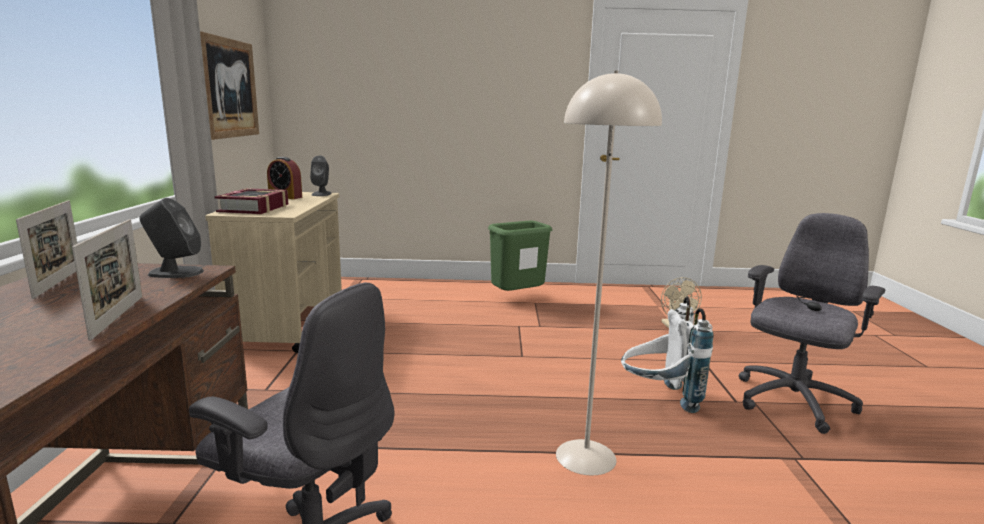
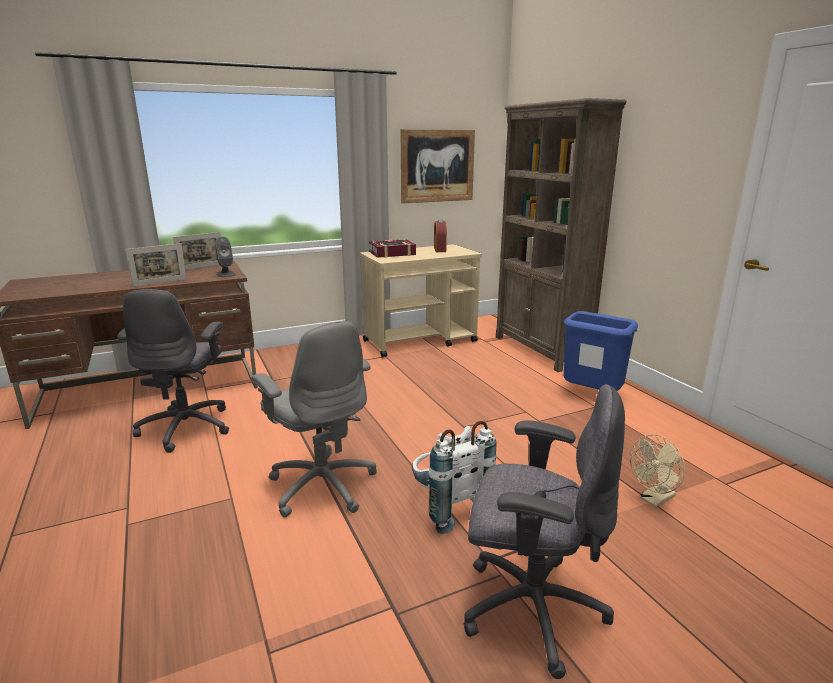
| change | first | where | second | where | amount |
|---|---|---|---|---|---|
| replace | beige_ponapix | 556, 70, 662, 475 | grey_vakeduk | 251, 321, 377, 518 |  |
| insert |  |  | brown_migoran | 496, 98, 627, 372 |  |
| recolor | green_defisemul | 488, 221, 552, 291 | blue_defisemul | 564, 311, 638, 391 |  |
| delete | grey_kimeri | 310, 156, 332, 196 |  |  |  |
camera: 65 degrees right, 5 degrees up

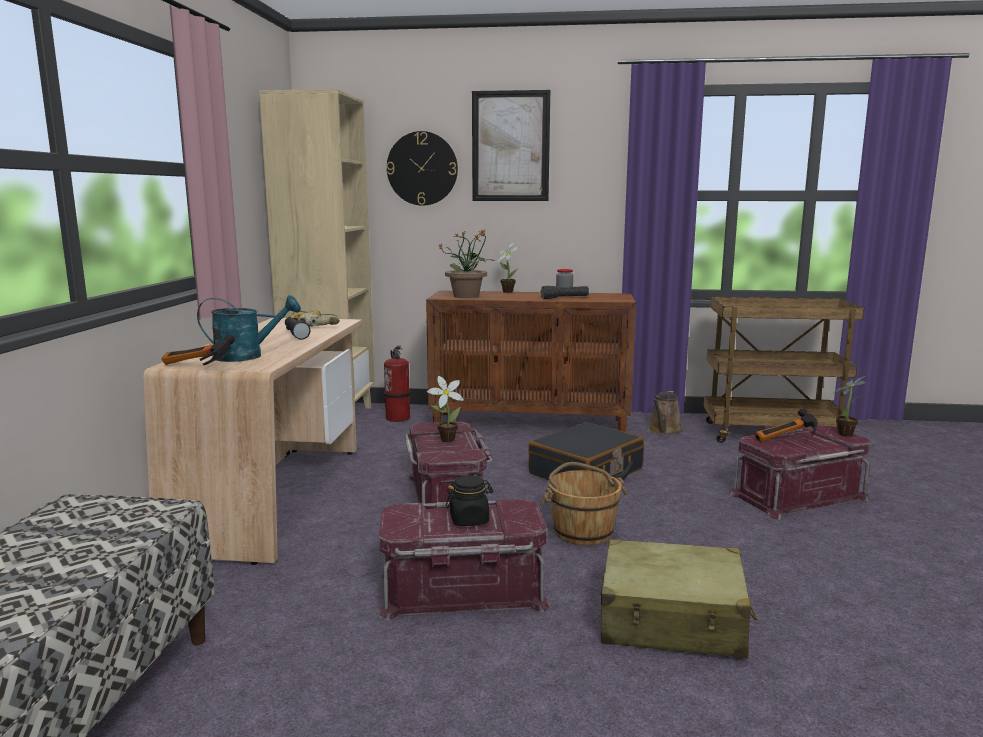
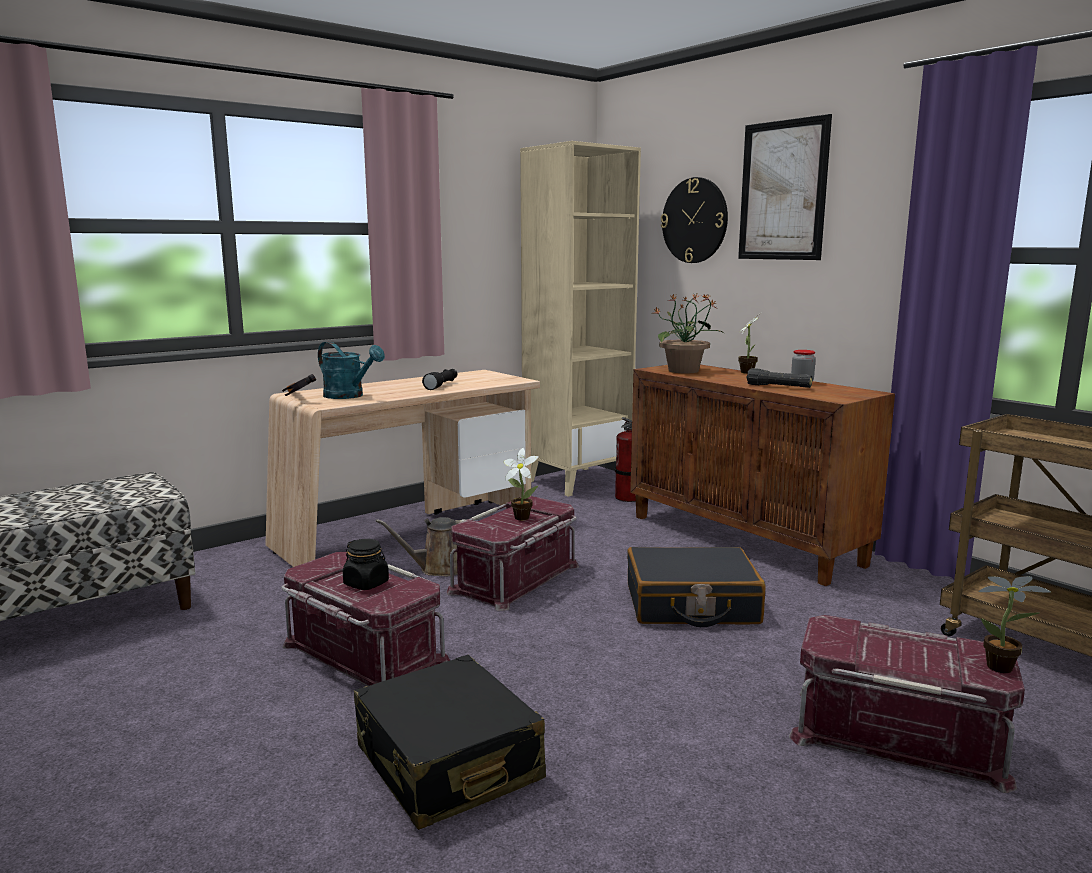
| change | first | where | second | where | amount |
|---|---|---|---|---|---|
| recolor | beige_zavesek | 601, 539, 757, 658 | black_zavesek | 354, 655, 546, 830 |  |
| move | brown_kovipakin | 648, 391, 683, 435 |  | 376, 517, 467, 577 |  |
| delete | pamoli | 289, 311, 340, 326 |  |  |  |
| delete | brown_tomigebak | 540, 462, 628, 545 |  |  |  |
| delete | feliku | 755, 409, 818, 442 |  |  |  |
camera: 45 degrees right, 0 degrees up

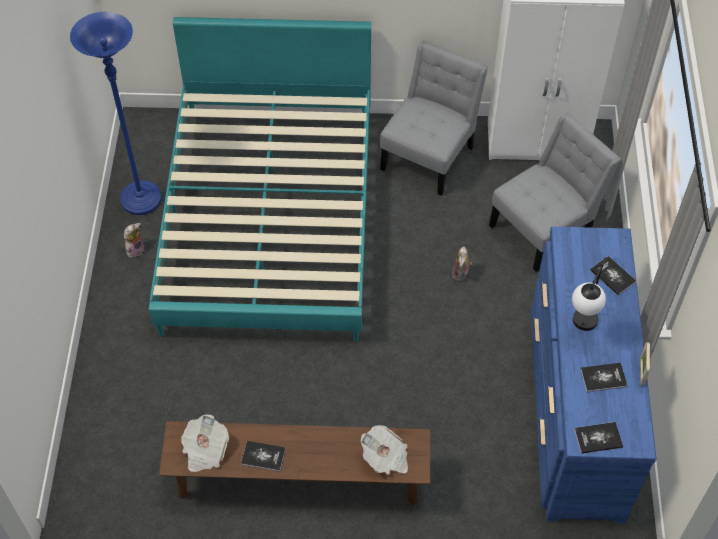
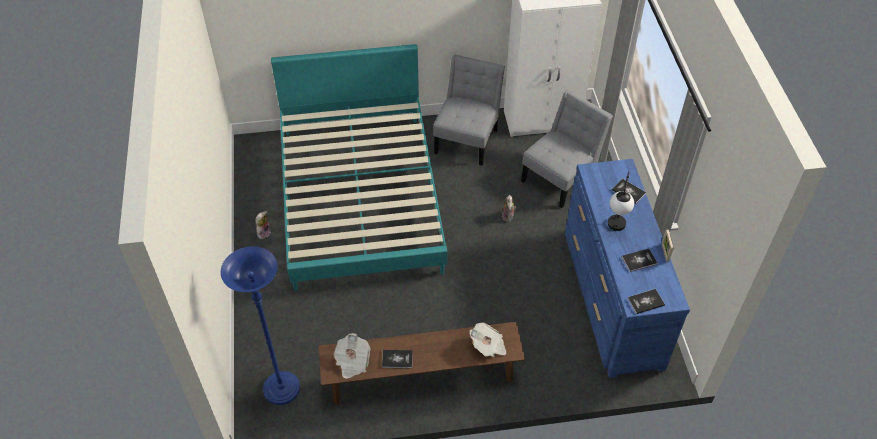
| change | first | where | second | where | amount |
|---|---|---|---|---|---|
| move | blue_ponapix | 70, 12, 162, 215 |  | 221, 246, 300, 405 |  |
camera: 10 degrees left, 5 degrees down

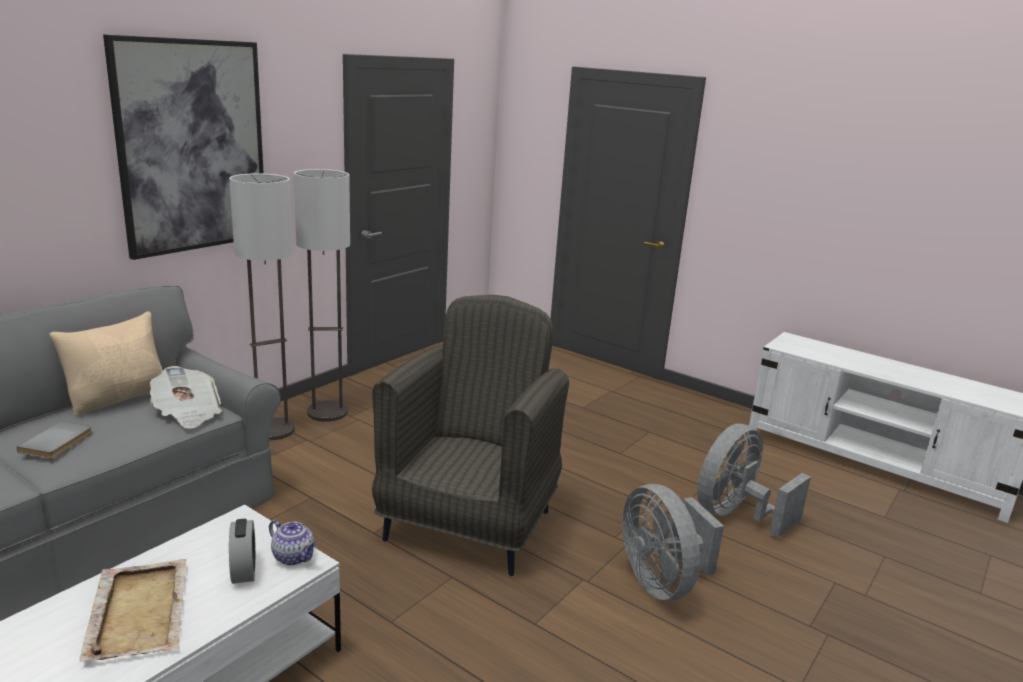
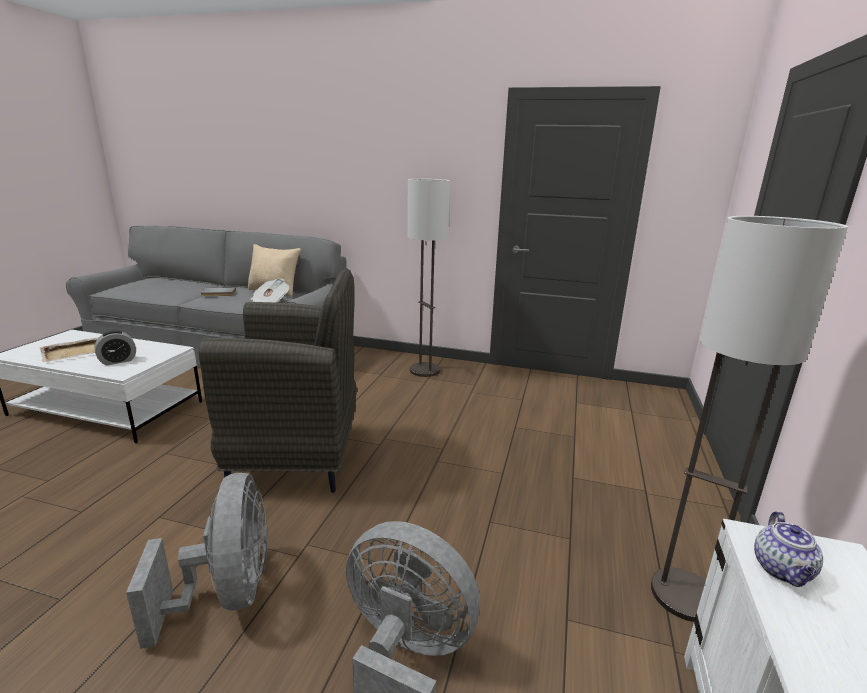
| change | first | where | second | where | amount |
|---|---|---|---|---|---|
| rotate | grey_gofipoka | 622, 484, 724, 600 |  | 126, 473, 268, 649 | 120 degrees clockwise |
| move | ponapix | 229, 173, 295, 440 |  | 651, 216, 848, 622 |  |
| move | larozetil | 269, 520, 317, 565 |  | 754, 511, 823, 587 |  |
| delete | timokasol | 103, 34, 264, 260 |  |  |  |
camera: 70 degrees right, 0 degrees up

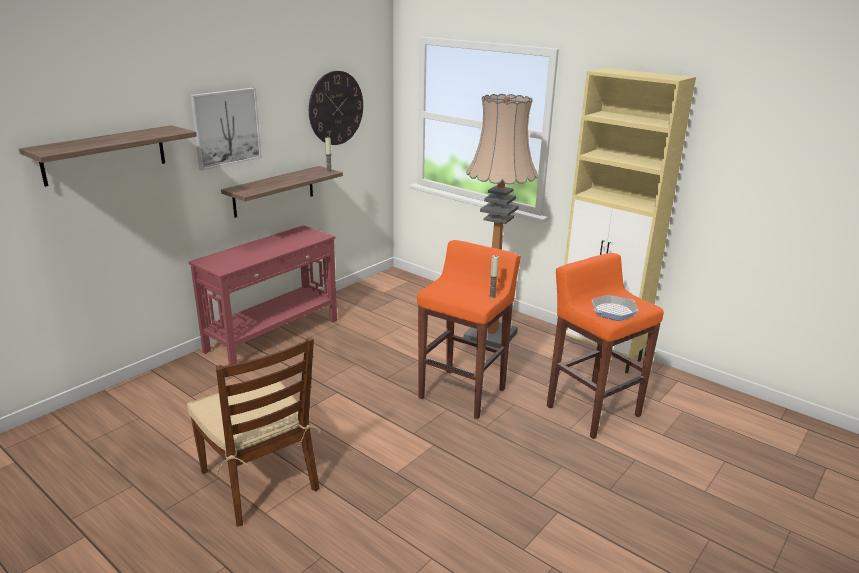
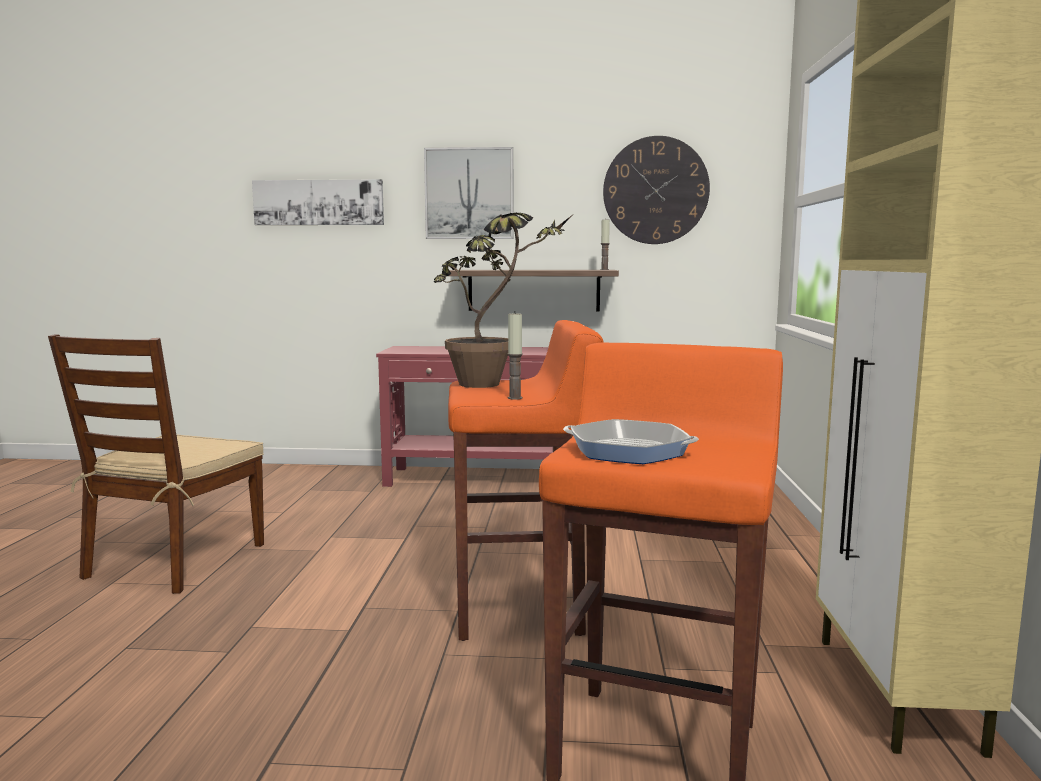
| change | first | where | second | where | amount |
|---|---|---|---|---|---|
| replace | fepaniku | 19, 125, 197, 187 | timokasol | 252, 179, 384, 225 |  |
| insert |  |  | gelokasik | 434, 213, 571, 388 |  |
| delete | ponapix | 464, 94, 538, 348 |  |  |  |
camera: 55 degrees right, 15 degrees down

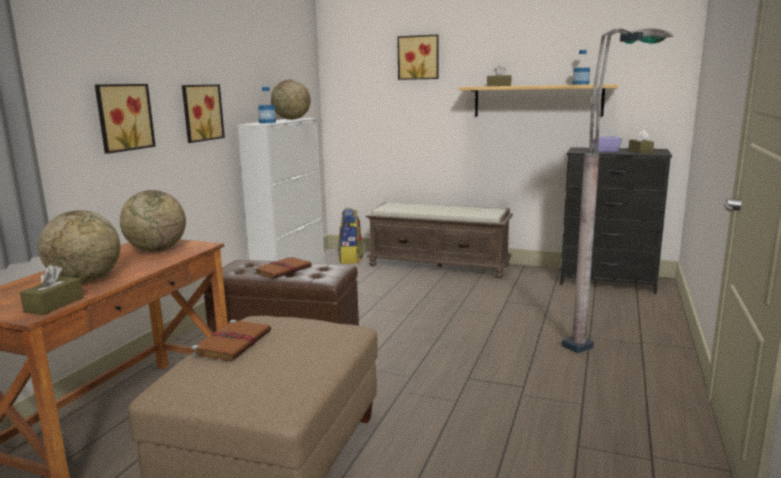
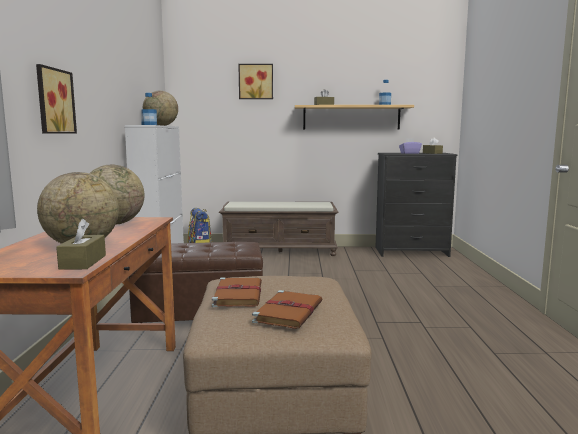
| change | first | where | second | where | amount |
|---|---|---|---|---|---|
| move | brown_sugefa | 253, 256, 312, 279 |  | 252, 290, 322, 329 |  |
| delete | timokasol | 182, 85, 225, 143 |  |  |  |
| delete | grey_ponapix | 562, 28, 673, 354 |  |  |  |
camera: 20 degrees left, 5 degrees down

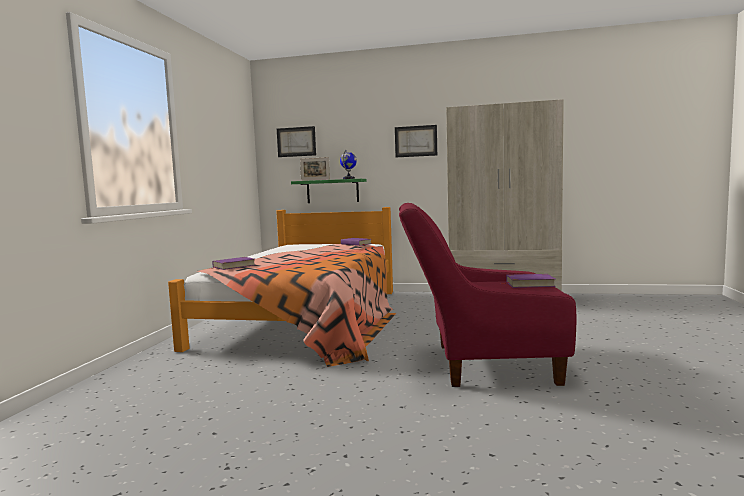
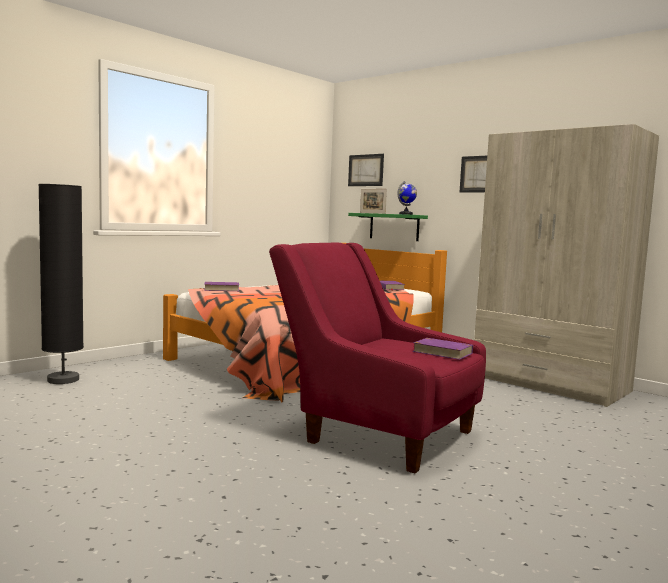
| change | first | where | second | where | amount |
|---|---|---|---|---|---|
| insert |  |  | black_ponapix | 38, 184, 84, 384 |  |
camera: 30 degrees right, 0 degrees up

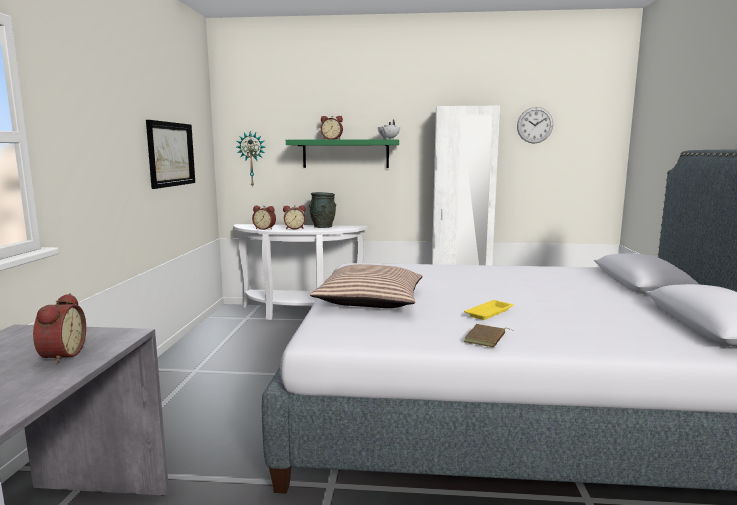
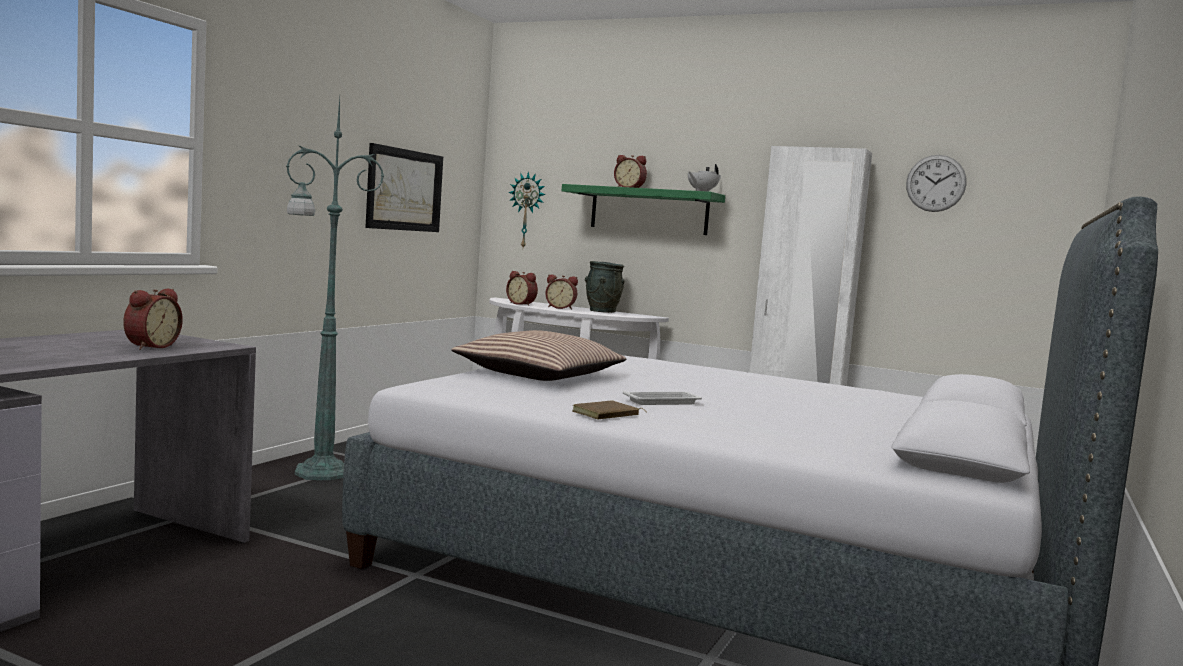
| change | first | where | second | where | amount |
|---|---|---|---|---|---|
| insert |  |  | green_ponapix | 286, 98, 384, 480 |  |
| recolor | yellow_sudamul | 464, 300, 513, 320 | white_sudamul | 623, 391, 702, 405 |  |
camera: 20 degrees right, 5 degrees down

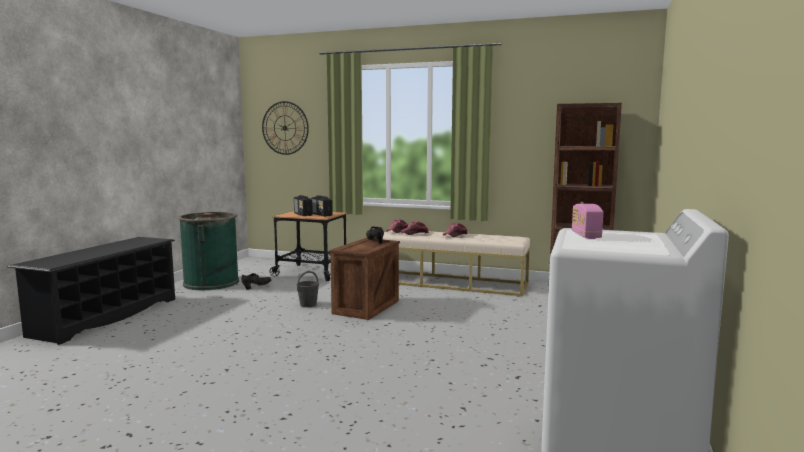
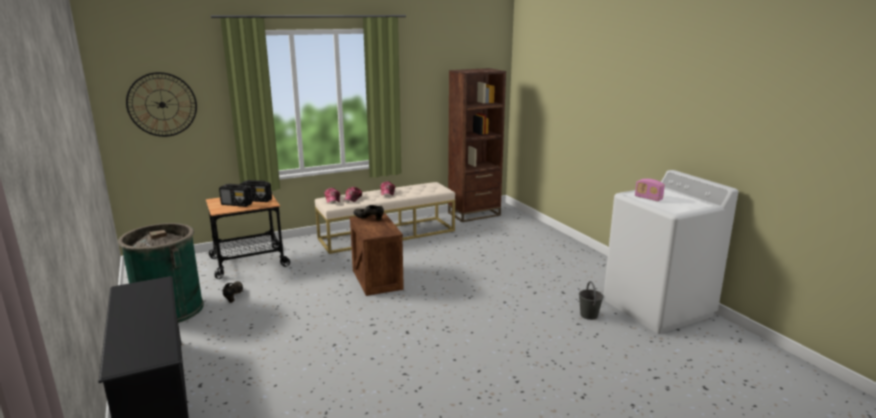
| change | first | where | second | where | amount |
|---|---|---|---|---|---|
| move | grey_tomigebak | 296, 271, 319, 307 |  | 579, 281, 603, 320 |  |
camera: 45 degrees left, 10 degrees up

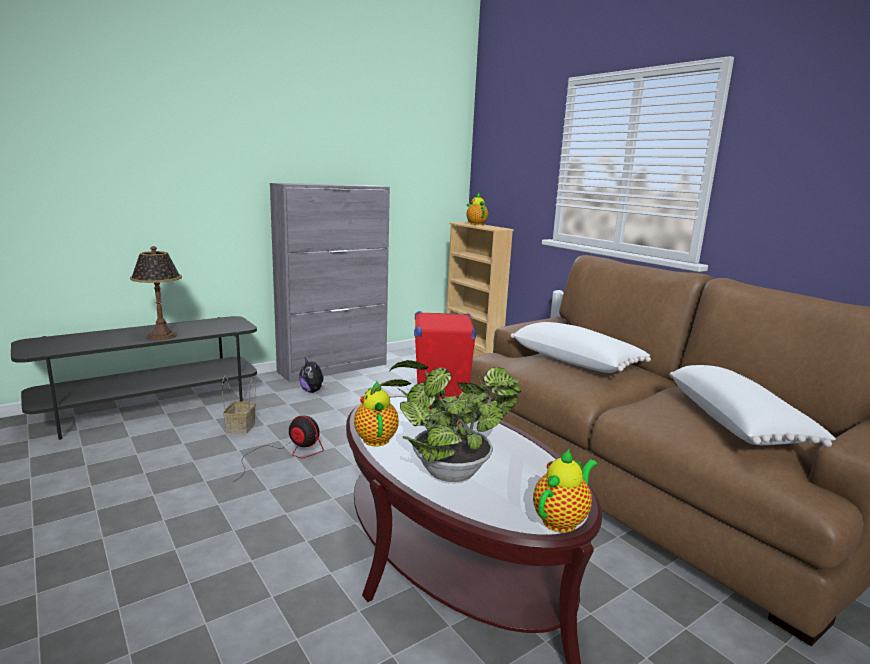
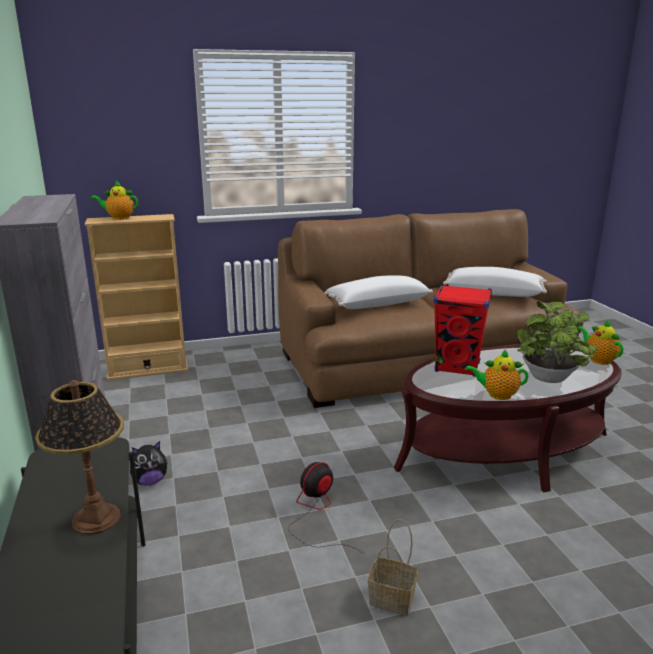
| change | first | where | second | where | amount |
|---|---|---|---|---|---|
| move | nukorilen | 222, 375, 256, 434 |  | 368, 519, 418, 616 |  |
camera: 70 degrees left, 5 degrees up

